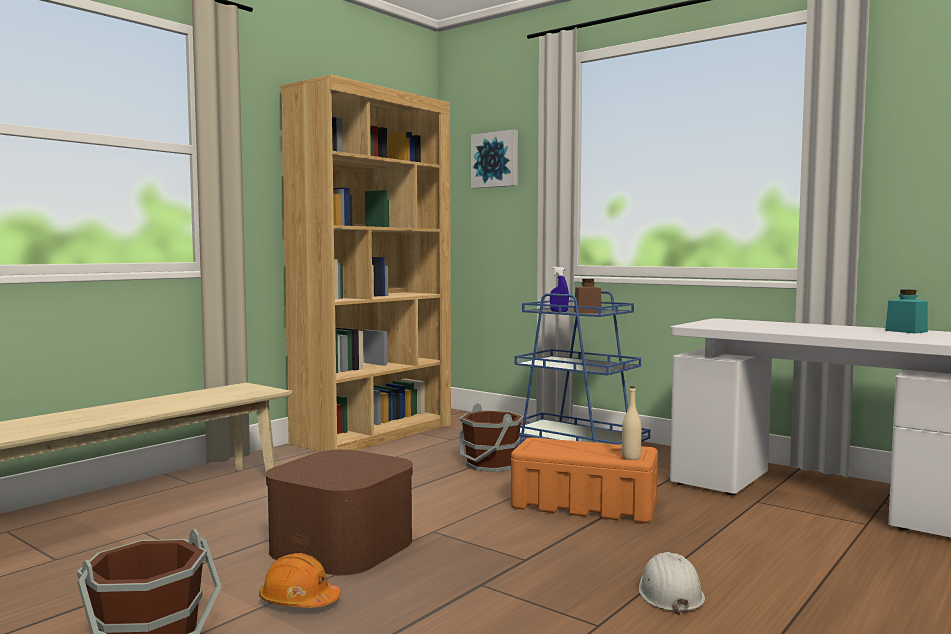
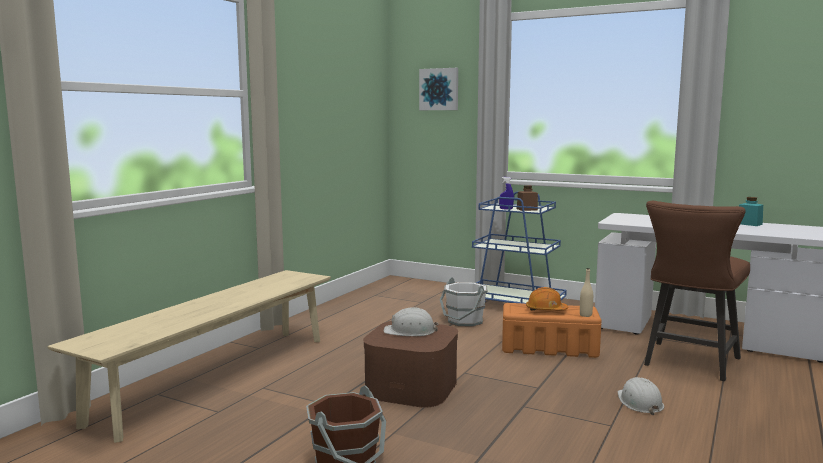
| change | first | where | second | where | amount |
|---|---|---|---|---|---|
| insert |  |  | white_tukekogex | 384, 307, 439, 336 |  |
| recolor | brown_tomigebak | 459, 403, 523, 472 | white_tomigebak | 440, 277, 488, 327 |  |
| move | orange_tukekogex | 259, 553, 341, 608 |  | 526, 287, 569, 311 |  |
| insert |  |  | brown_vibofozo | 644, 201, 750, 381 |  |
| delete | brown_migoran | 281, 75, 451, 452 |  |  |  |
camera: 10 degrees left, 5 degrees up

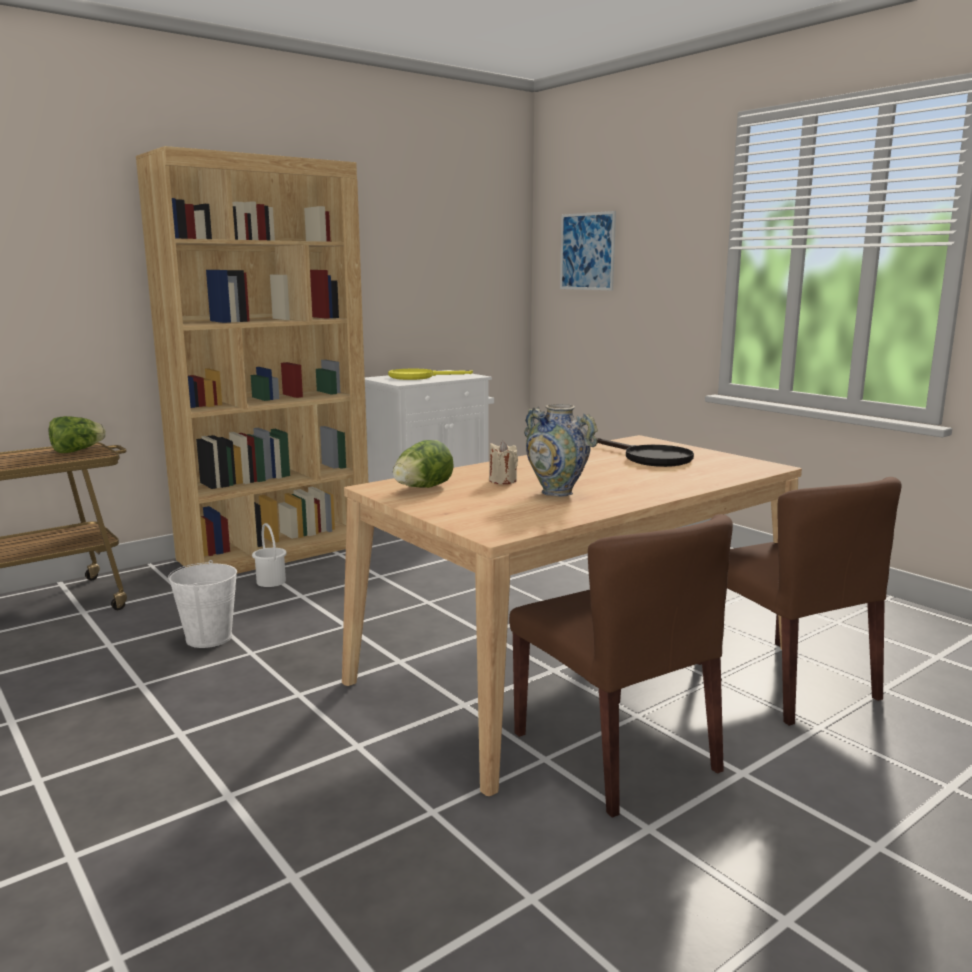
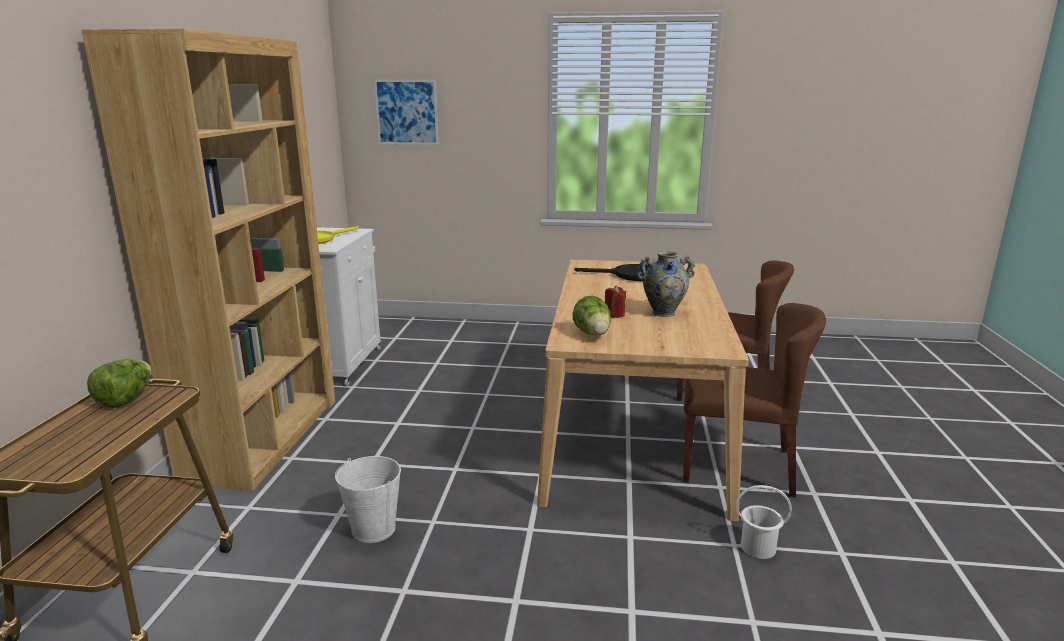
| change | first | where | second | where | amount |
|---|---|---|---|---|---|
| recolor | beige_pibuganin | 489, 441, 518, 484 | red_pibuganin | 605, 285, 626, 318 |  |
| move | white_tomigebak | 252, 523, 286, 587 |  | 736, 485, 792, 559 |  |
camera: 45 degrees left, 5 degrees up

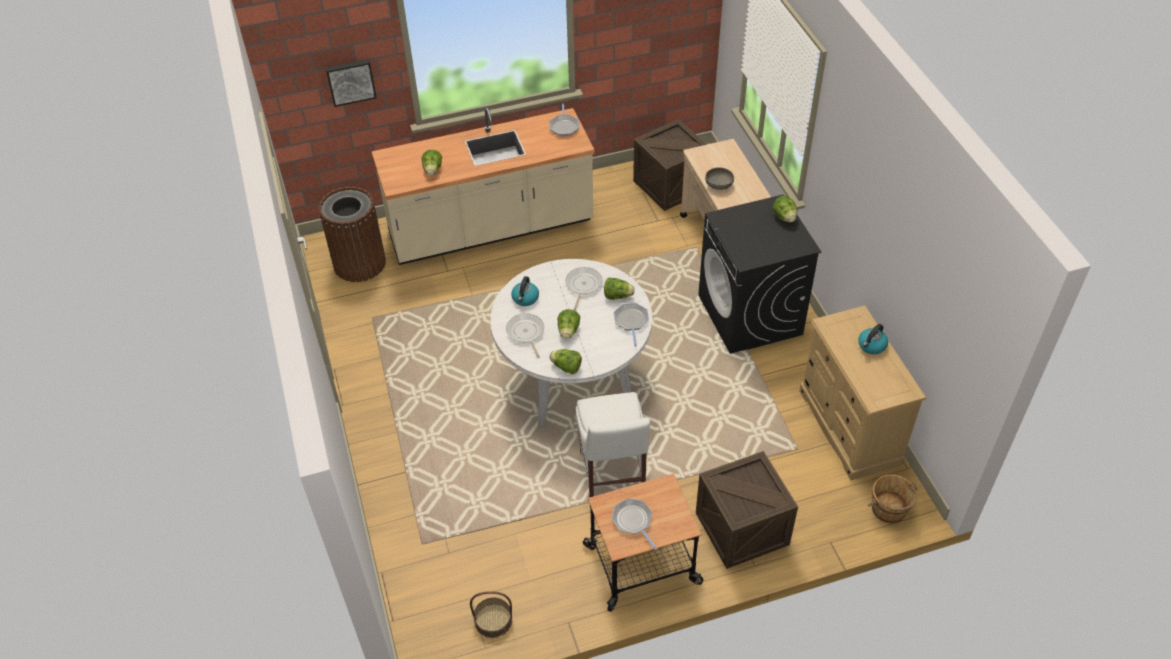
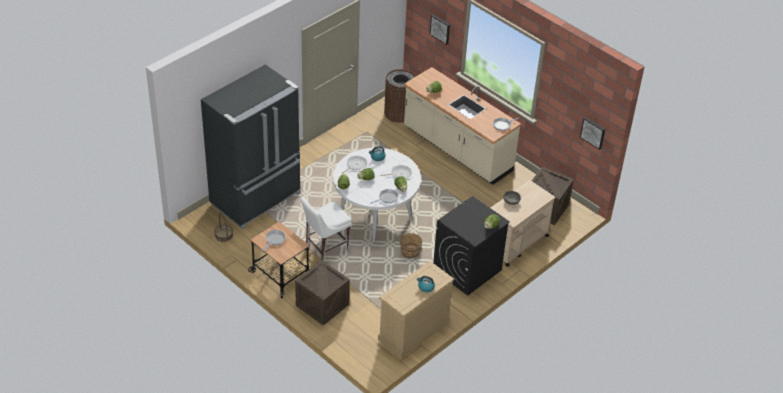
| change | first | where | second | where | amount |
|---|---|---|---|---|---|
| insert |  |  | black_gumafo | 201, 64, 301, 229 |  |
| move | brown_tomigebak | 868, 474, 917, 523 |  | 399, 233, 423, 258 |  |
| insert |  |  | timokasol | 580, 117, 605, 150 |  |
camera: 60 degrees right, 5 degrees down

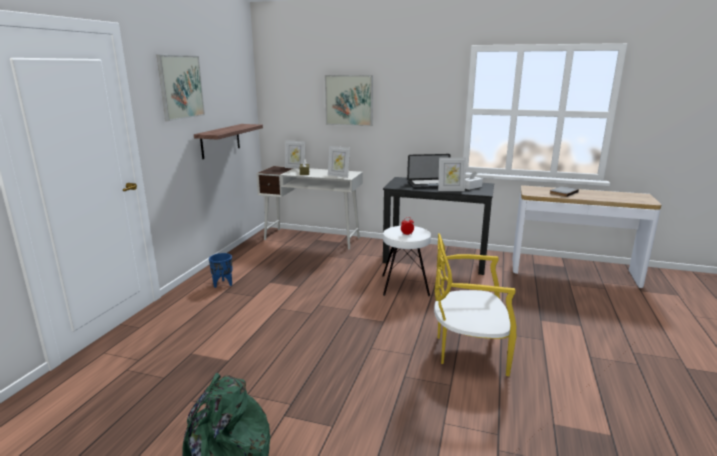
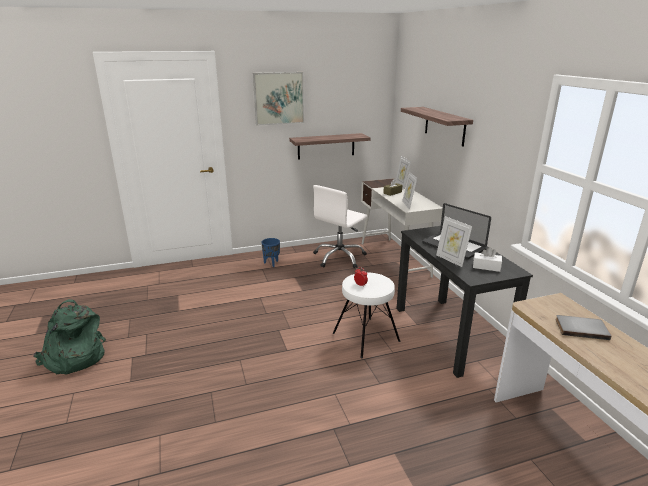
| change | first | where | second | where | amount |
|---|---|---|---|---|---|
| insert |  |  | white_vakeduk | 313, 185, 368, 268 |  |
| replace | timokasol | 325, 75, 373, 126 | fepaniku | 401, 107, 473, 147 |  |
| delete | yellow_vibofozo | 434, 233, 517, 376 |  |  |  |
camera: 55 degrees right, 5 degrees up

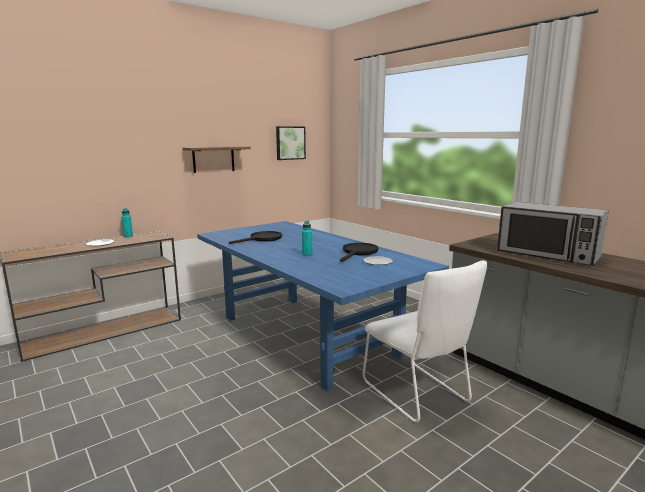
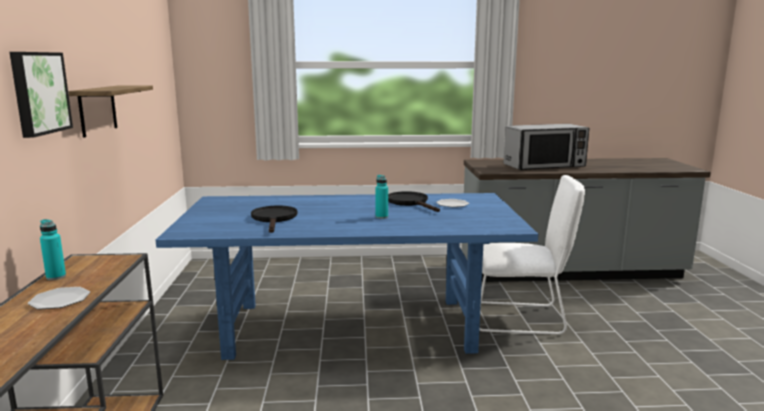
| change | first | where | second | where | amount |
|---|---|---|---|---|---|
| move | timokasol | 276, 126, 306, 160 |  | 9, 52, 73, 138 |  |
camera: 55 degrees left, 0 degrees up

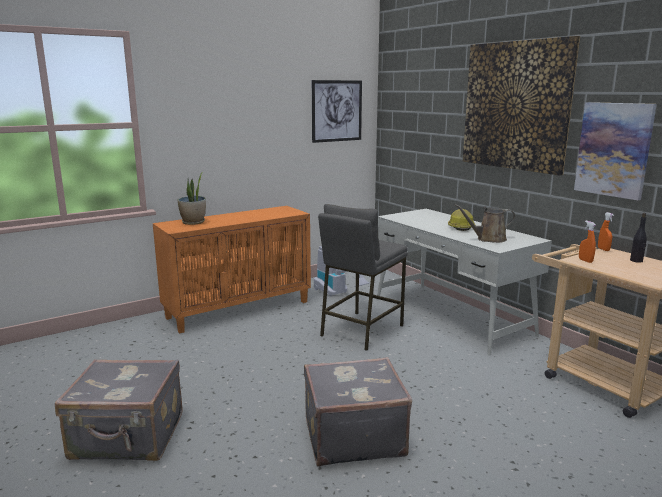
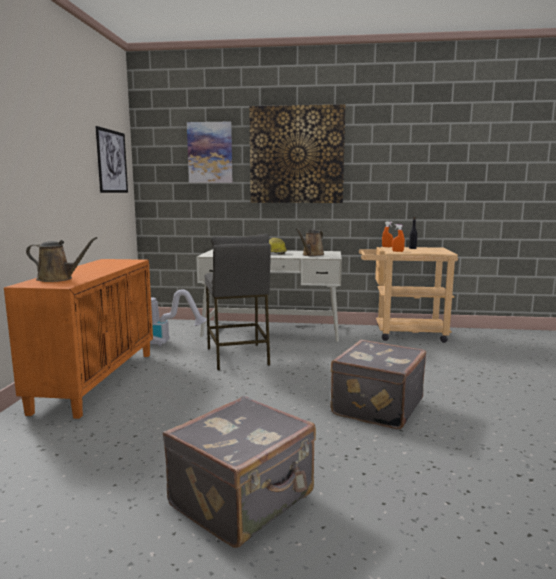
| change | first | where | second | where | amount |
|---|---|---|---|---|---|
| replace | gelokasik | 177, 172, 206, 225 | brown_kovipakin | 26, 237, 97, 282 |  |
| move | timokasol | 574, 102, 657, 200 |  | 187, 121, 232, 183 |  |
camera: 50 degrees left, 5 degrees down

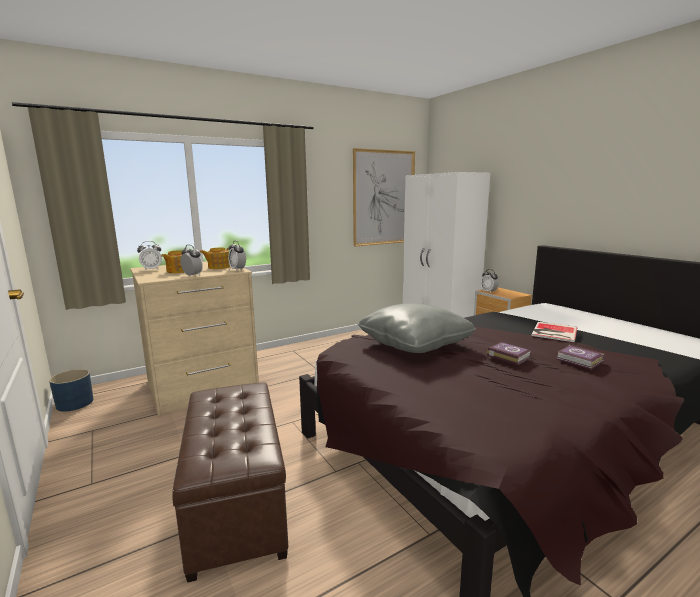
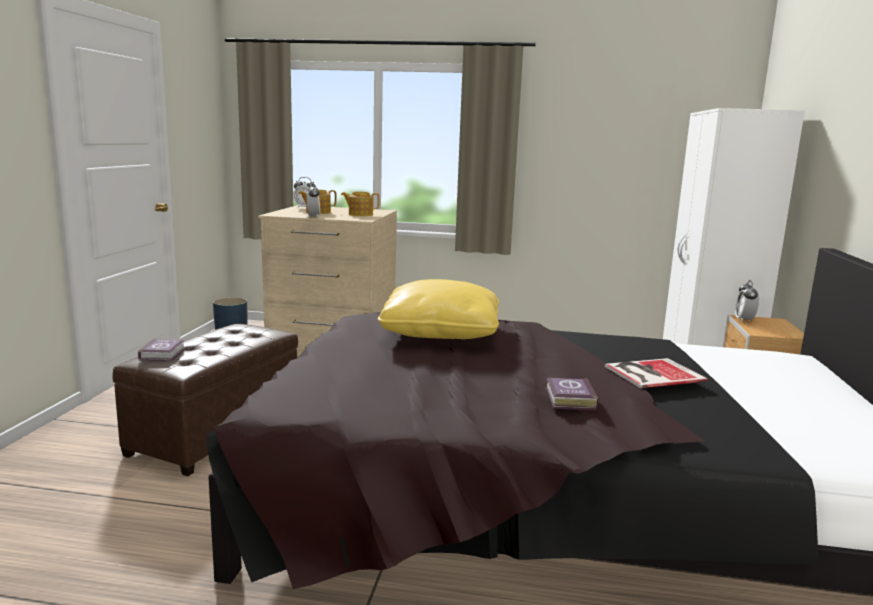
| change | first | where | second | where | amount |
|---|---|---|---|---|---|
| move | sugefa | 487, 342, 531, 365 |  | 138, 339, 186, 362 |  |
| recolor | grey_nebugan | 357, 303, 476, 353 | yellow_nebugan | 378, 279, 499, 339 |  |
| delete | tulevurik | 228, 241, 246, 271 |  |  |  |
| delete | timokasol | 353, 148, 415, 247 |  |  |  |
camera: 40 degrees right, 0 degrees up

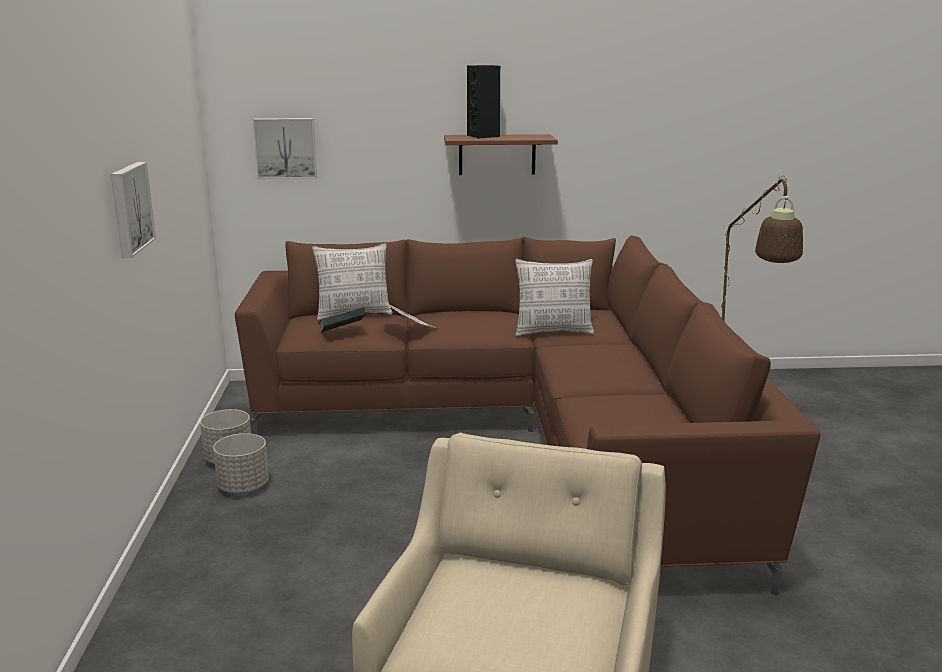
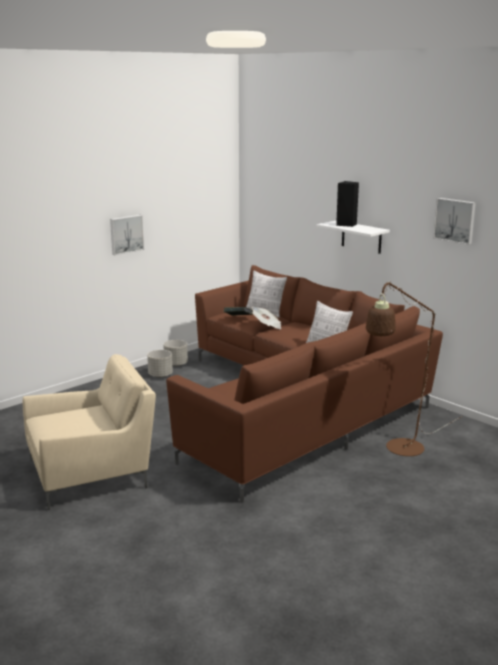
| change | first | where | second | where | amount |
|---|---|---|---|---|---|
| recolor | brown_fepaniku | 444, 134, 558, 175 | white_fepaniku | 317, 220, 390, 254 |  |
| move | timokasol | 253, 118, 317, 179 |  | 433, 198, 476, 245 |  |
camera: 50 degrees right, 0 degrees up

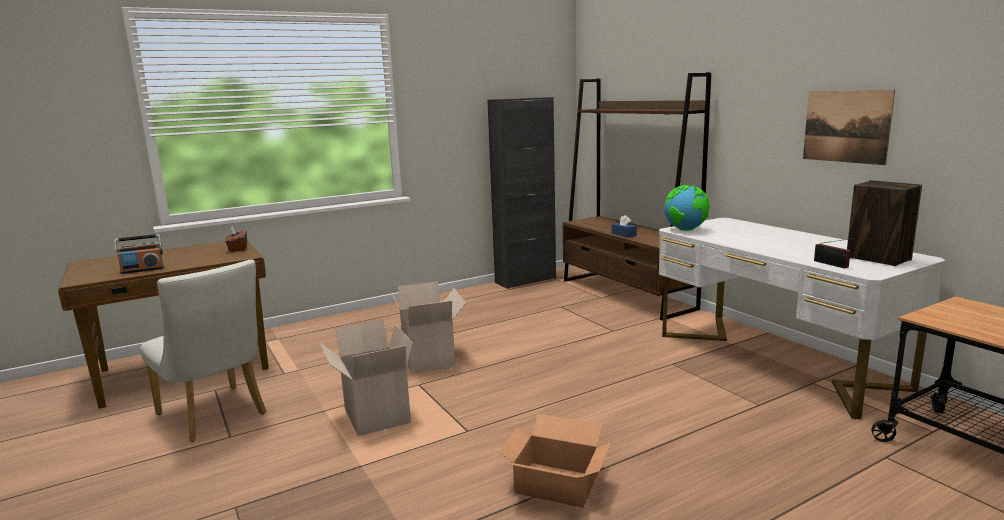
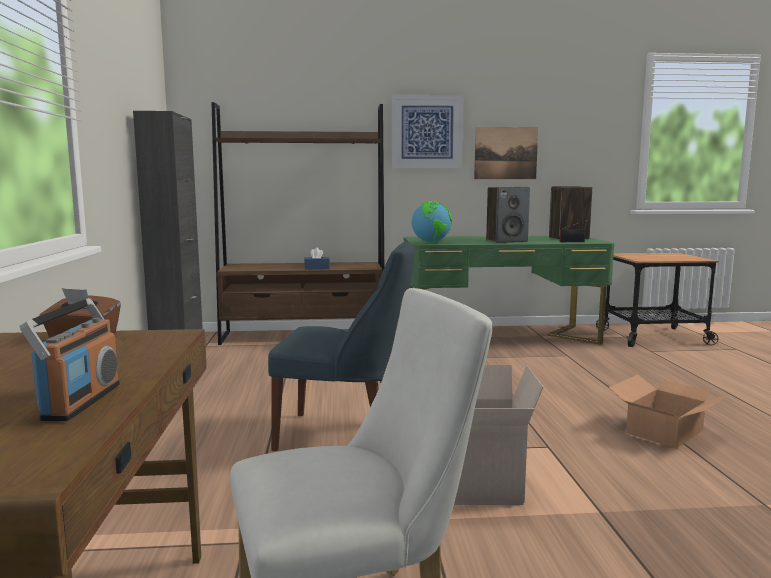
| change | first | where | second | where | amount |
|---|---|---|---|---|---|
| replace | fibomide | 392, 281, 466, 374 | blue_vibofozo | 268, 242, 414, 451 |  |
| insert |  |  | timokasol | 392, 95, 463, 168 |  |
| recolor | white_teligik | 659, 218, 945, 419 | green_teligik | 403, 236, 615, 345 |  |
| insert |  |  | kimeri | 486, 187, 530, 243 |  |
camera: 65 degrees left, 5 degrees down

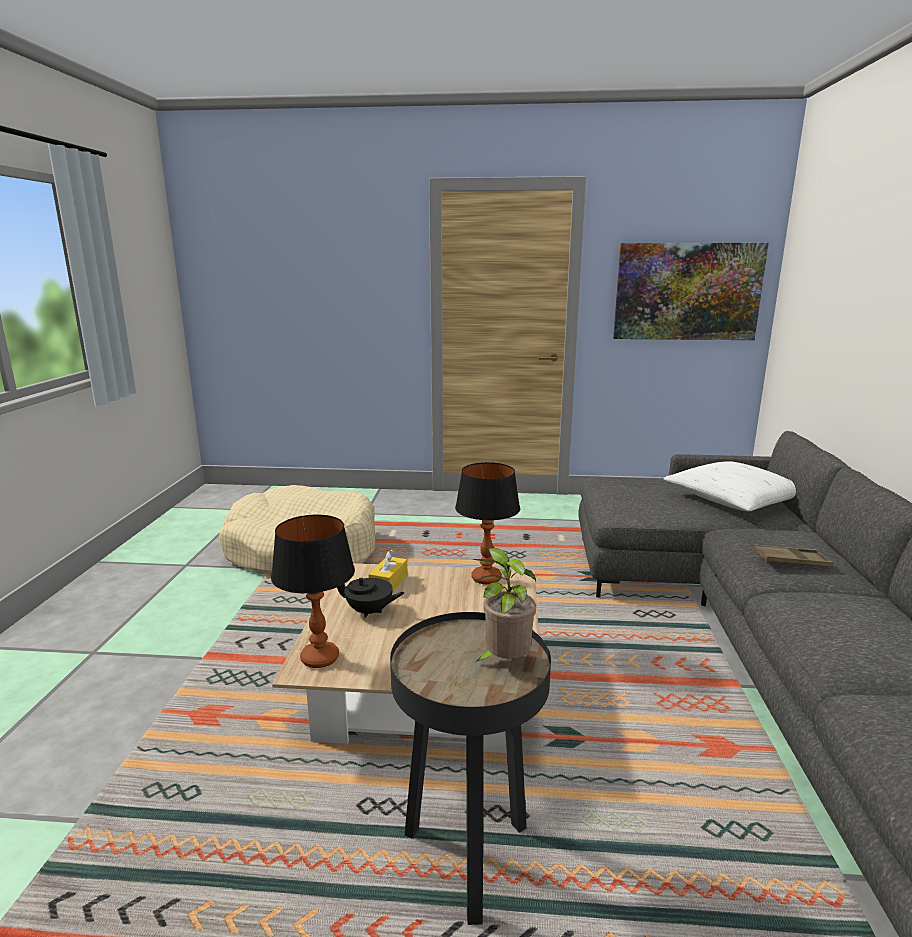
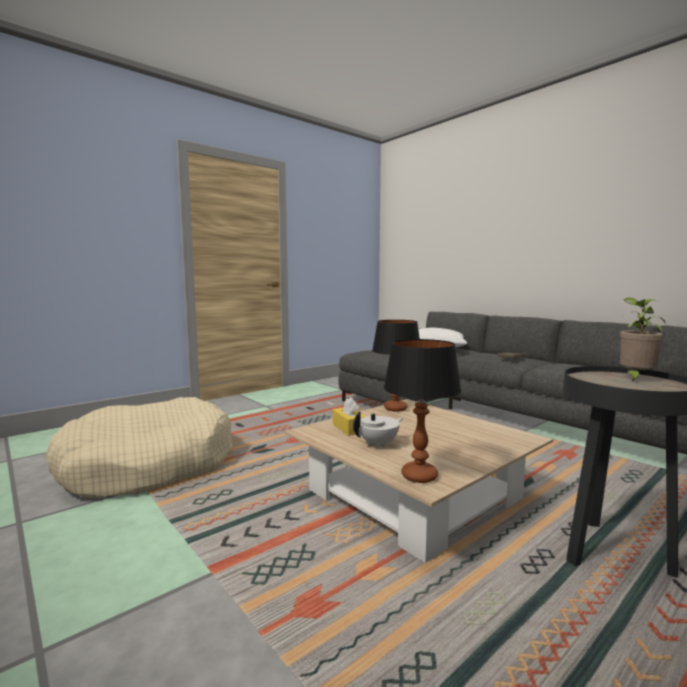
| change | first | where | second | where | amount |
|---|---|---|---|---|---|
| recolor | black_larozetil | 337, 577, 405, 618 | white_larozetil | 353, 411, 404, 448 |  |
| delete | timokasol | 613, 243, 769, 340 |  |  |  |
camera: 45 degrees left, 10 degrees down

